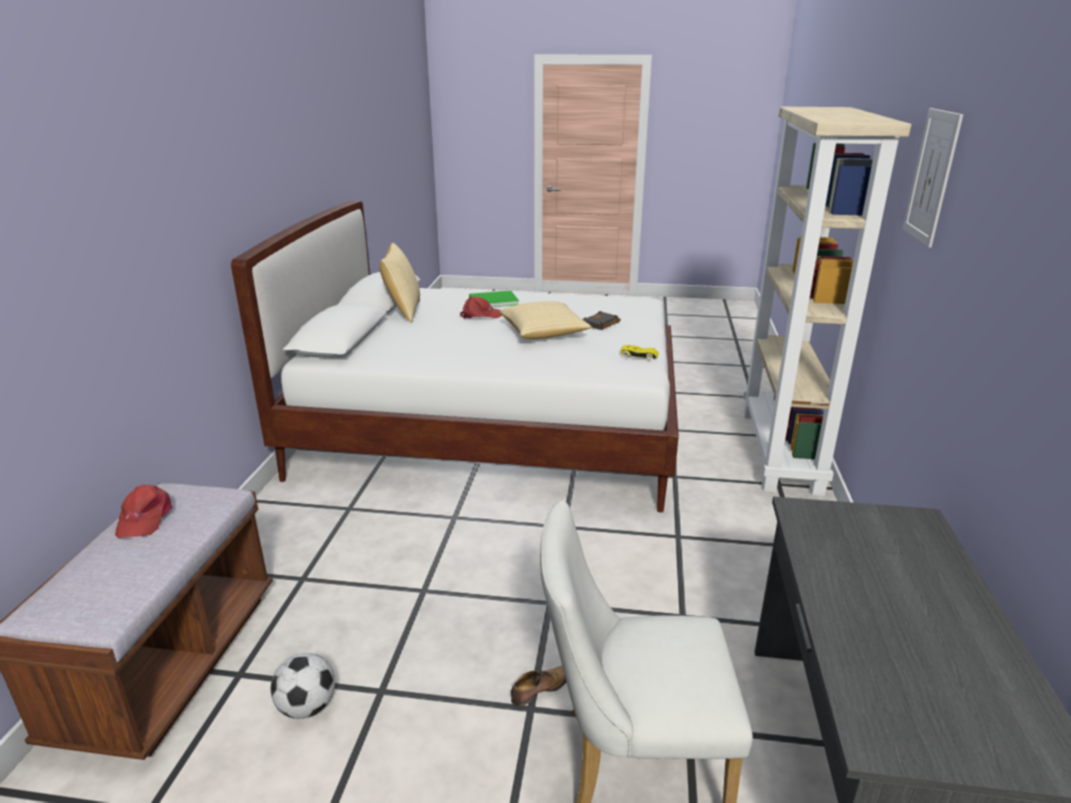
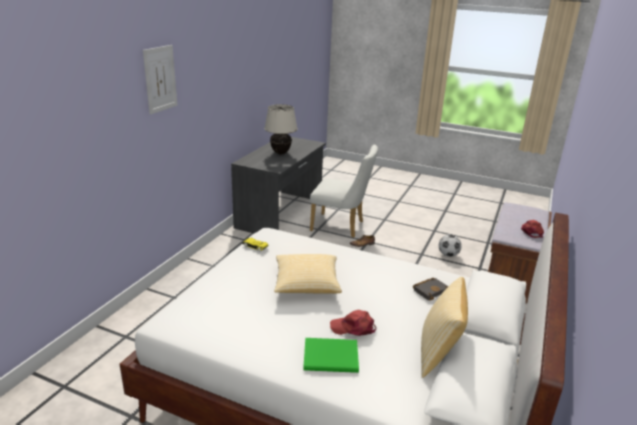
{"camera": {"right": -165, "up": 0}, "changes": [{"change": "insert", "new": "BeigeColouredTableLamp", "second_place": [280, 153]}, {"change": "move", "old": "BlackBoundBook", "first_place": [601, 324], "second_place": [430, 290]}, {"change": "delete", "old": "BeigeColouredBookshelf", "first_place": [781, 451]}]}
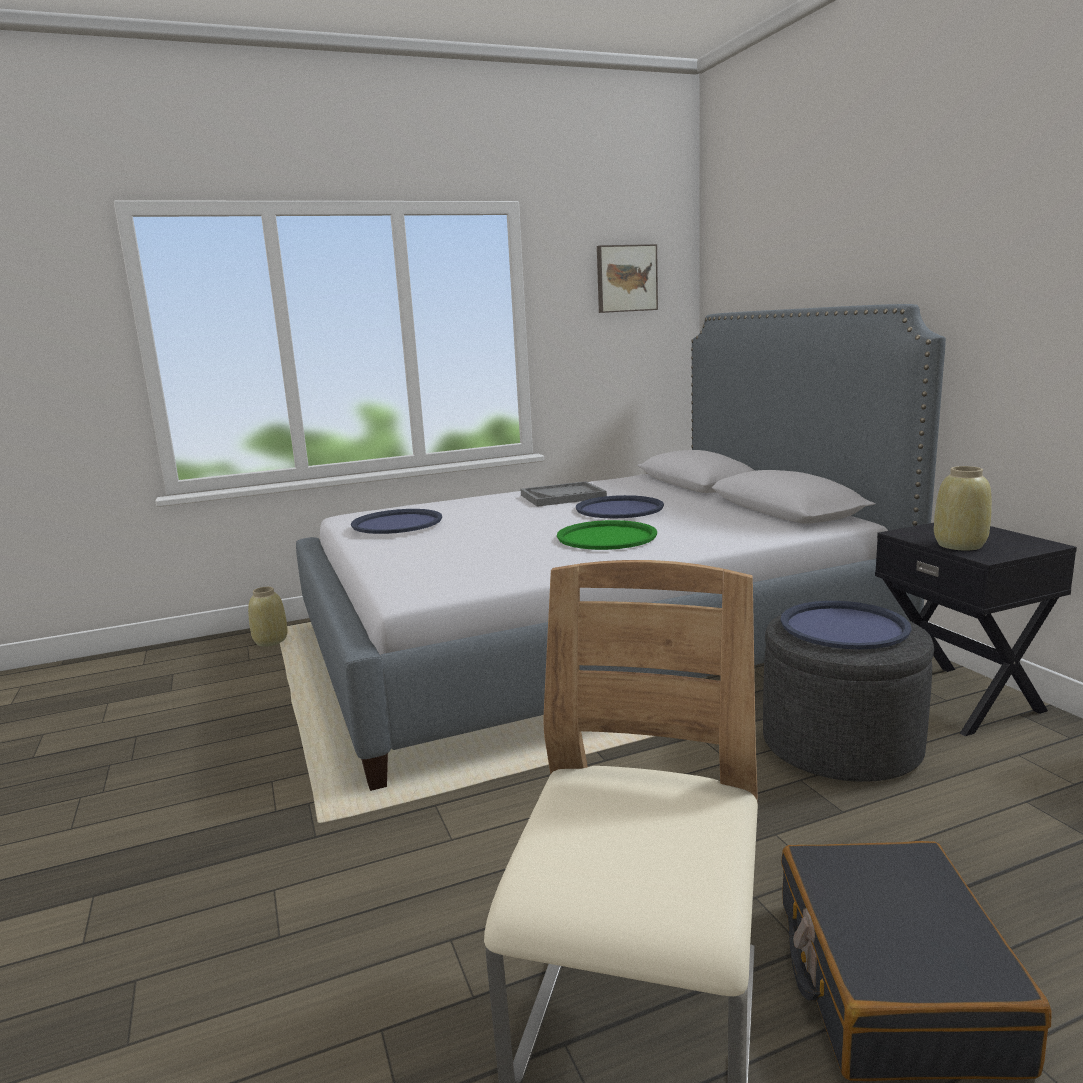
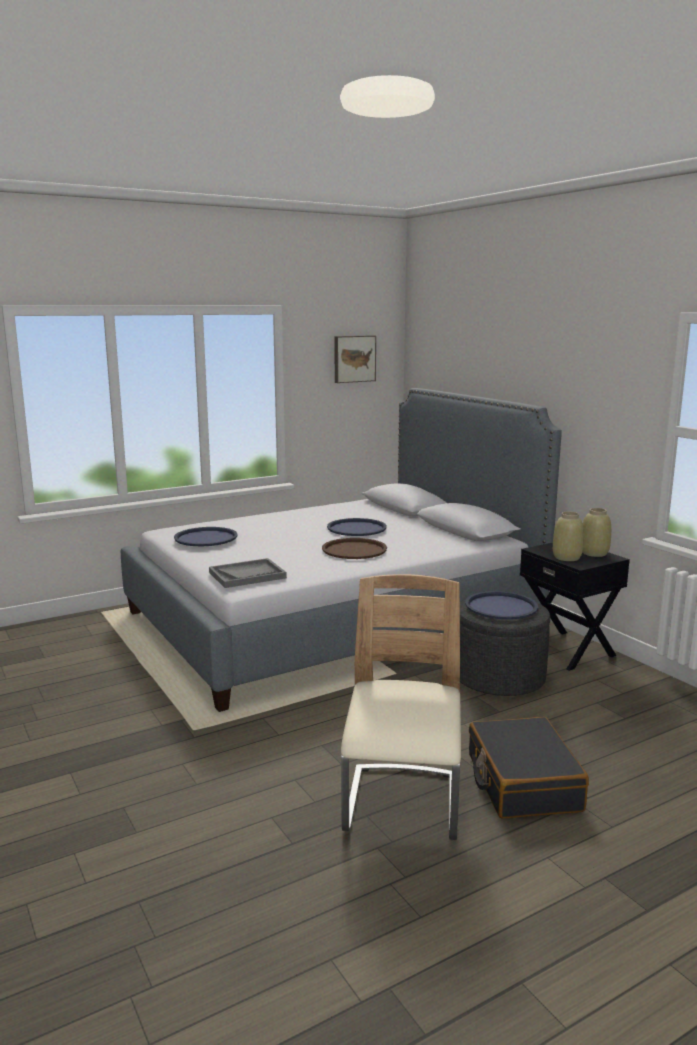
{"camera": {"right": -10, "up": 0}, "changes": [{"change": "move", "old": "GreyTray", "first_place": [563, 496], "second_place": [247, 575]}, {"change": "recolor", "old": "GreenColouredTray", "new": "BrownishTray", "first_place": [607, 537], "second_place": [354, 550]}, {"change": "move", "old": "BeigeColouredDecorativeVase", "first_place": [271, 641], "second_place": [594, 553]}]}
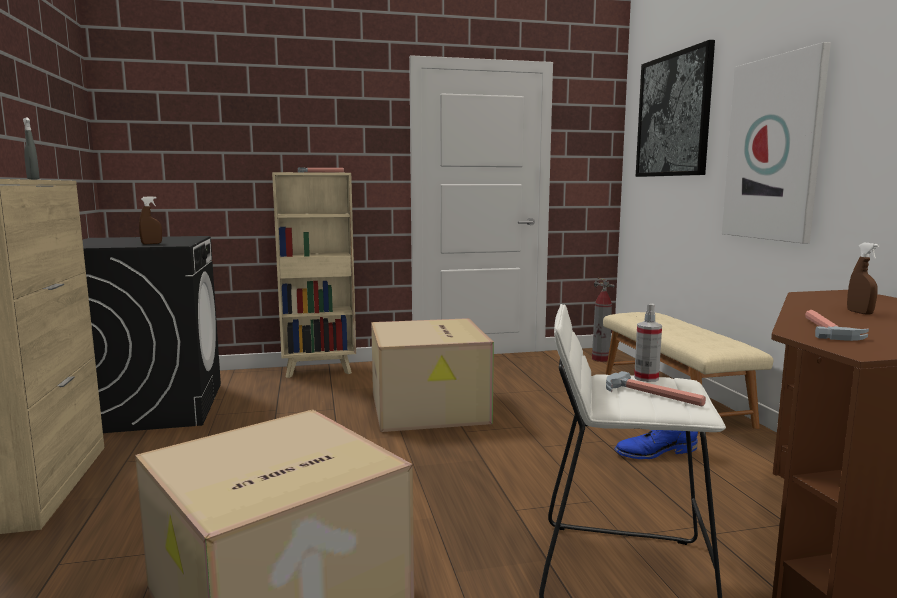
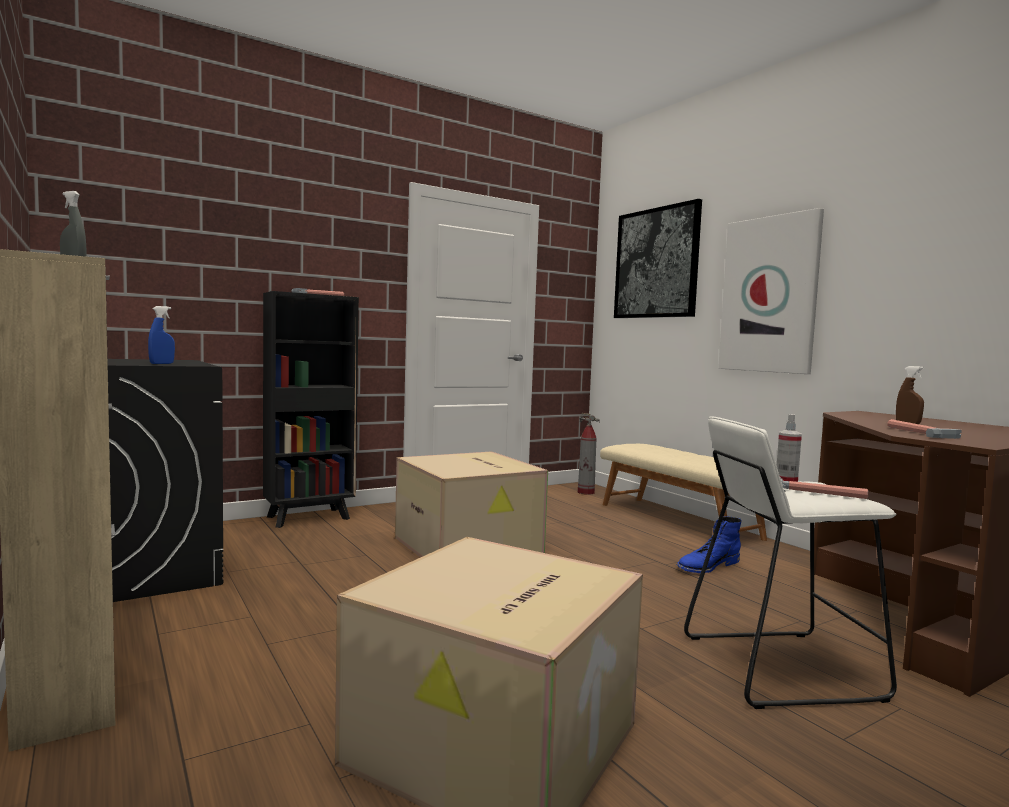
{"camera": {"right": -20, "up": -5}, "changes": [{"change": "recolor", "old": "BrownishSprayBottle", "new": "BlueColouredSprayBottle", "first_place": [151, 244], "second_place": [161, 363]}, {"change": "recolor", "old": "BeigeColouredBookshelf", "new": "BlackBookshelf", "first_place": [320, 370], "second_place": [310, 518]}]}
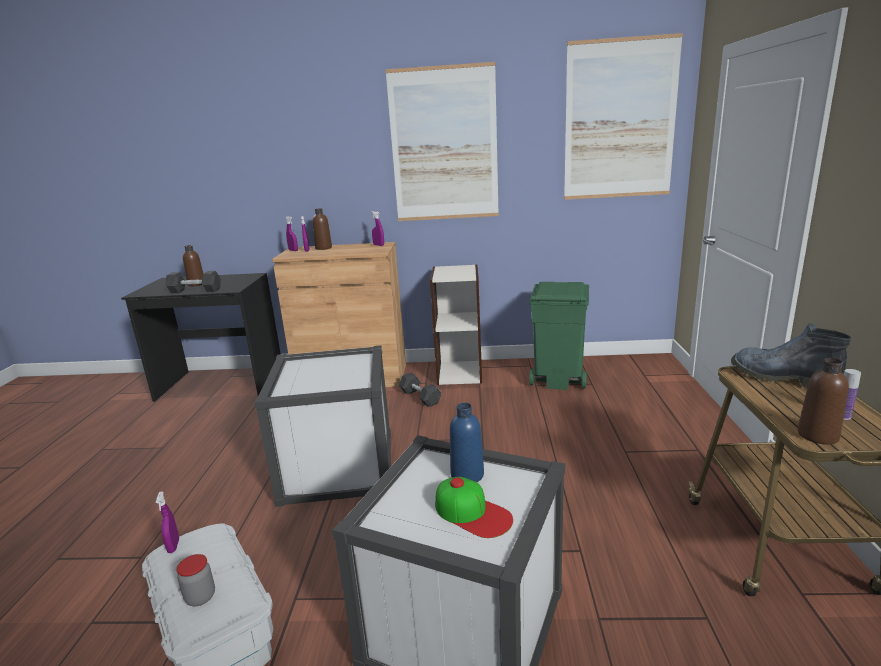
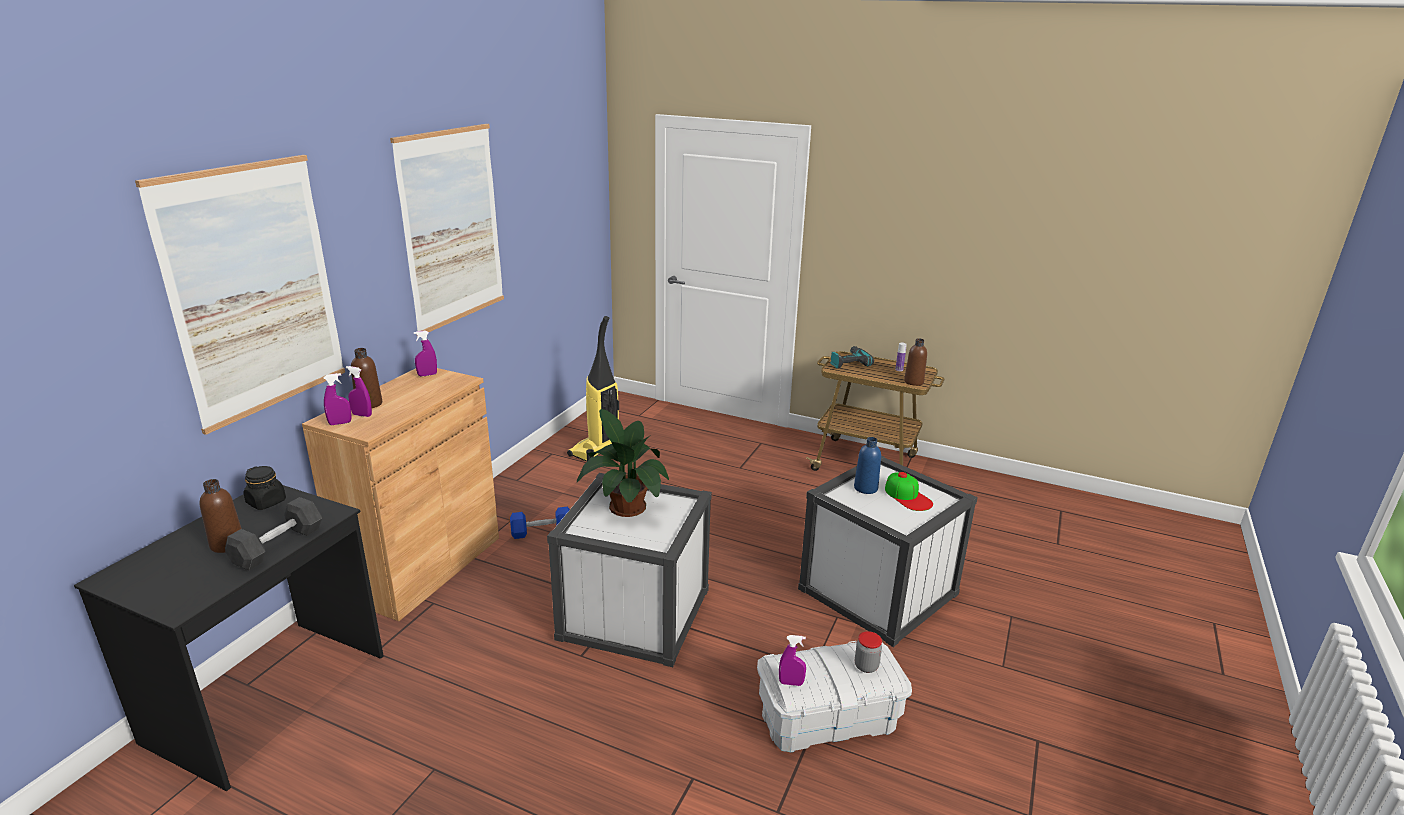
{"camera": {"right": -70, "up": 5}, "changes": [{"change": "move", "old": "Picture", "first_place": [619, 120], "second_place": [254, 290]}, {"change": "insert", "new": "BlackPreserveJar", "second_place": [266, 502]}, {"change": "recolor", "old": "BlackDumbbell", "new": "BlueColouredDumbbell", "first_place": [420, 397], "second_place": [542, 532]}, {"change": "replace", "old": "GreenColouredWasteBin", "new": "VacuumCleaner", "first_place": [558, 378], "second_place": [596, 450]}, {"change": "insert", "new": "Houseplant", "second_place": [625, 505]}, {"change": "replace", "old": "Boot", "new": "Drill", "first_place": [780, 377], "second_place": [848, 362]}, {"change": "rotate", "old": "BaseballCap", "first_place": [472, 513], "second_place": [908, 496], "degrees": 90}, {"change": "delete", "old": "Bookshelf", "first_place": [460, 372]}]}
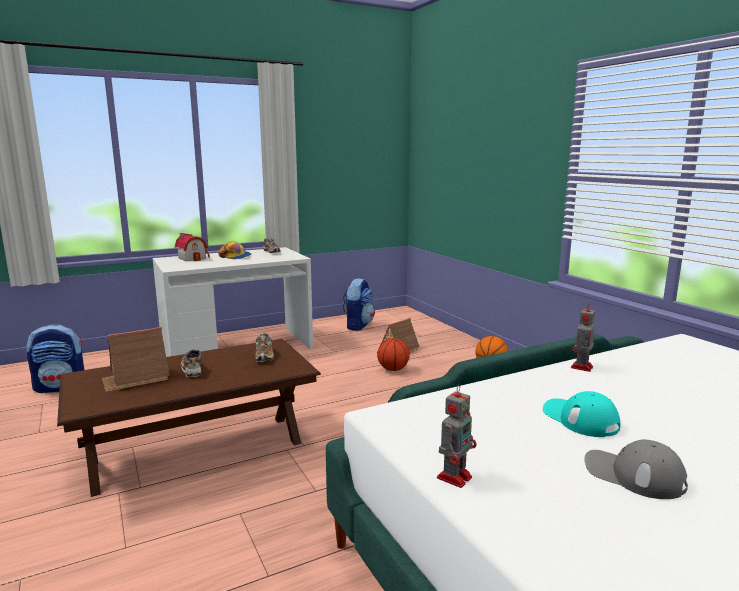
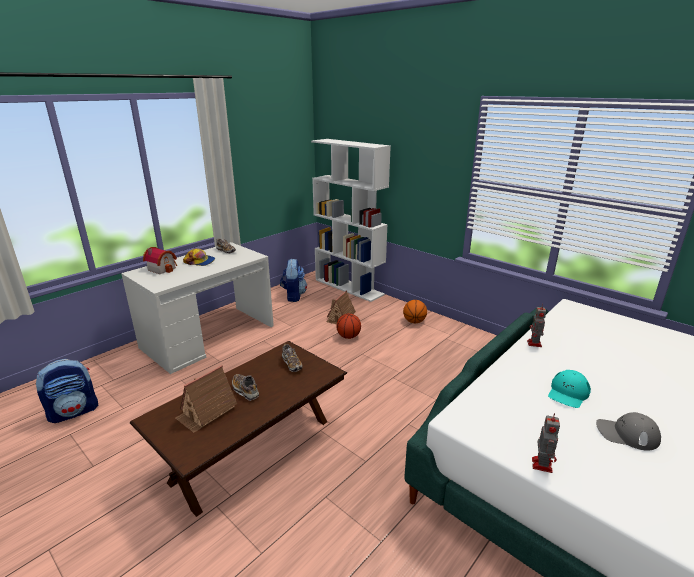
{"camera": {"right": -20, "up": 10}, "changes": [{"change": "insert", "new": "WhiteColouredBookshelf", "second_place": [349, 287]}, {"change": "rotate", "old": "TurquoiseColouredBaseballCap", "first_place": [580, 419], "second_place": [568, 393], "degrees": -90}]}
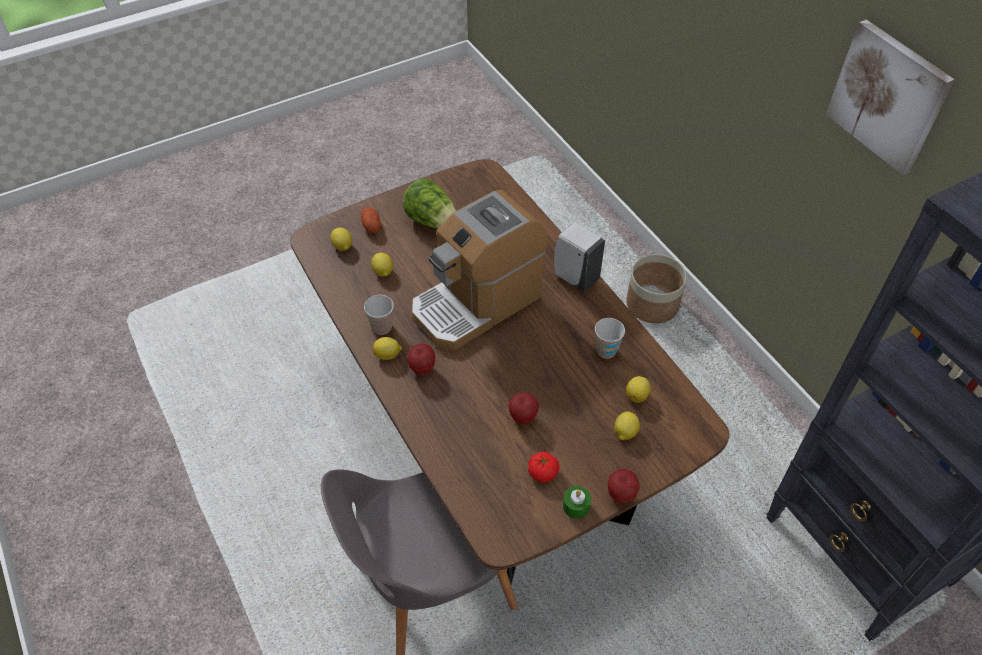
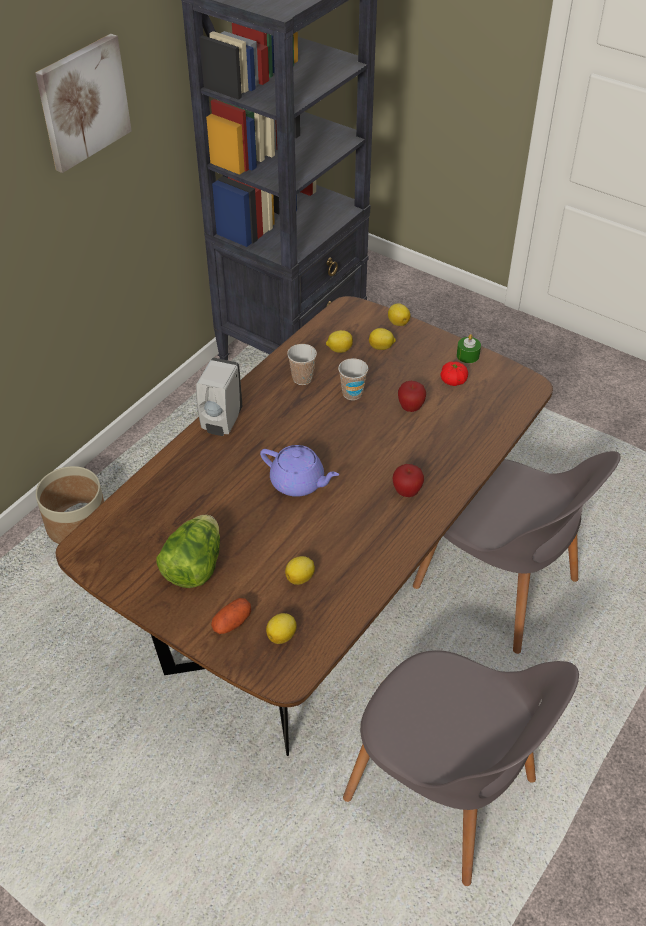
{"camera": {"right": -115, "up": -5}, "changes": [{"change": "replace", "old": "CoffeeBrewer", "new": "PurplishPotForTea", "first_place": [476, 303], "second_place": [298, 483]}, {"change": "move", "old": "Cup", "first_place": [382, 327], "second_place": [352, 393]}, {"change": "insert", "new": "GreyChair", "second_place": [444, 794]}, {"change": "move", "old": "Lemon", "first_place": [388, 355], "second_place": [398, 322]}, {"change": "delete", "old": "WholeApple", "first_place": [621, 495]}]}
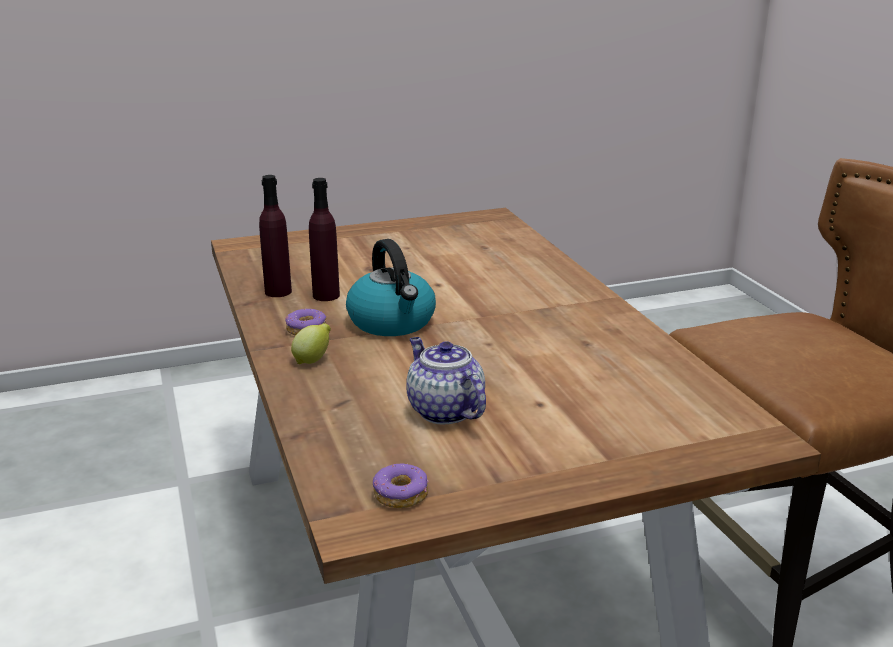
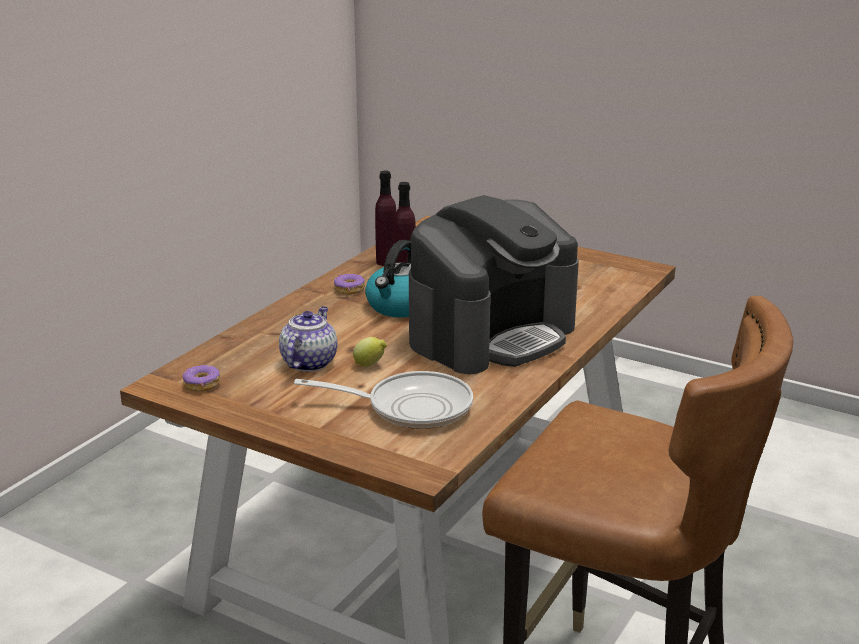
{"camera": {"right": 50, "up": 0}, "changes": [{"change": "insert", "new": "FryingPan", "second_place": [410, 407]}, {"change": "move", "old": "Lemon", "first_place": [313, 360], "second_place": [370, 365]}, {"change": "insert", "new": "CoffeeBrewer", "second_place": [492, 335]}]}
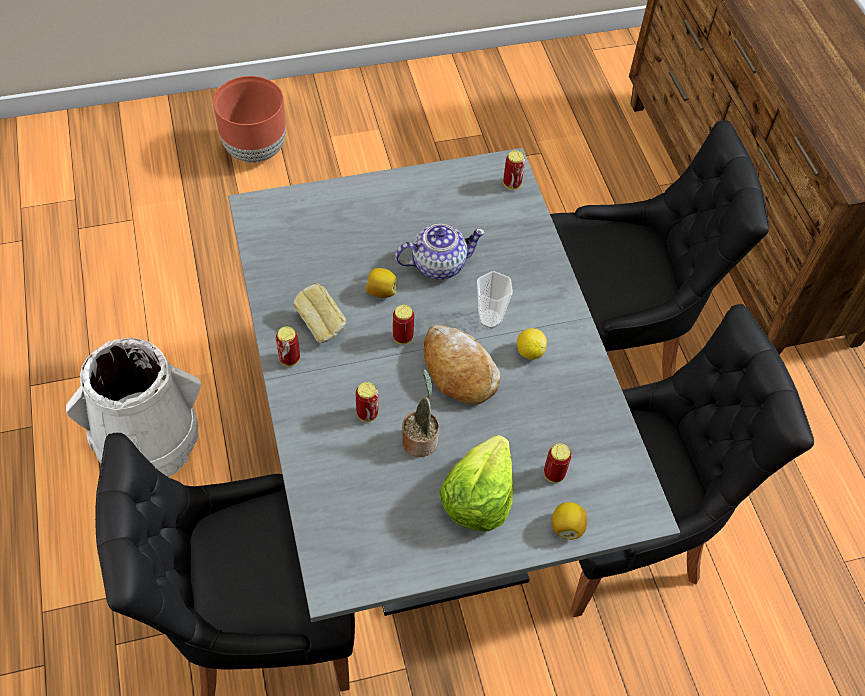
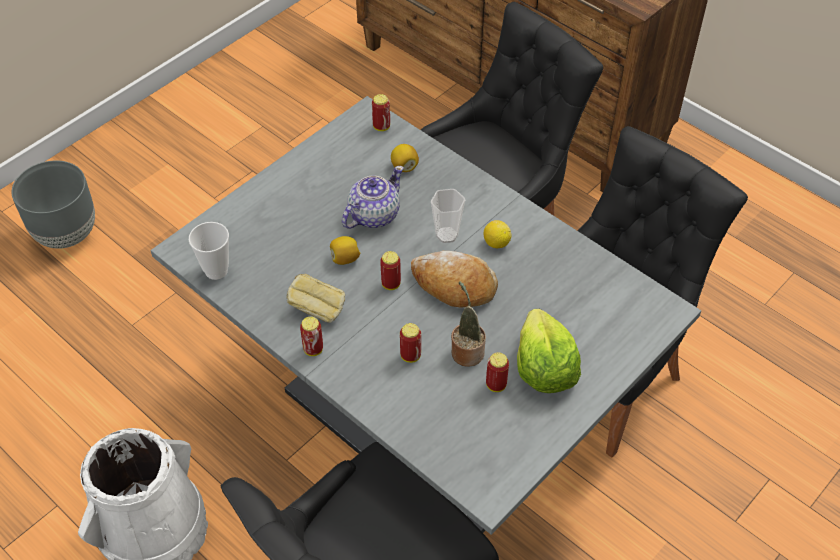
{"camera": {"right": -30, "up": -5}, "changes": [{"change": "recolor", "old": "BrownishPlantPot", "new": "GreyPlantPot", "first_place": [254, 149], "second_place": [65, 234]}, {"change": "insert", "new": "Cup", "second_place": [216, 270]}, {"change": "move", "old": "Lemon", "first_place": [566, 527], "second_place": [404, 167]}, {"change": "move", "old": "MetalCan", "first_place": [554, 474], "second_place": [496, 385]}]}
